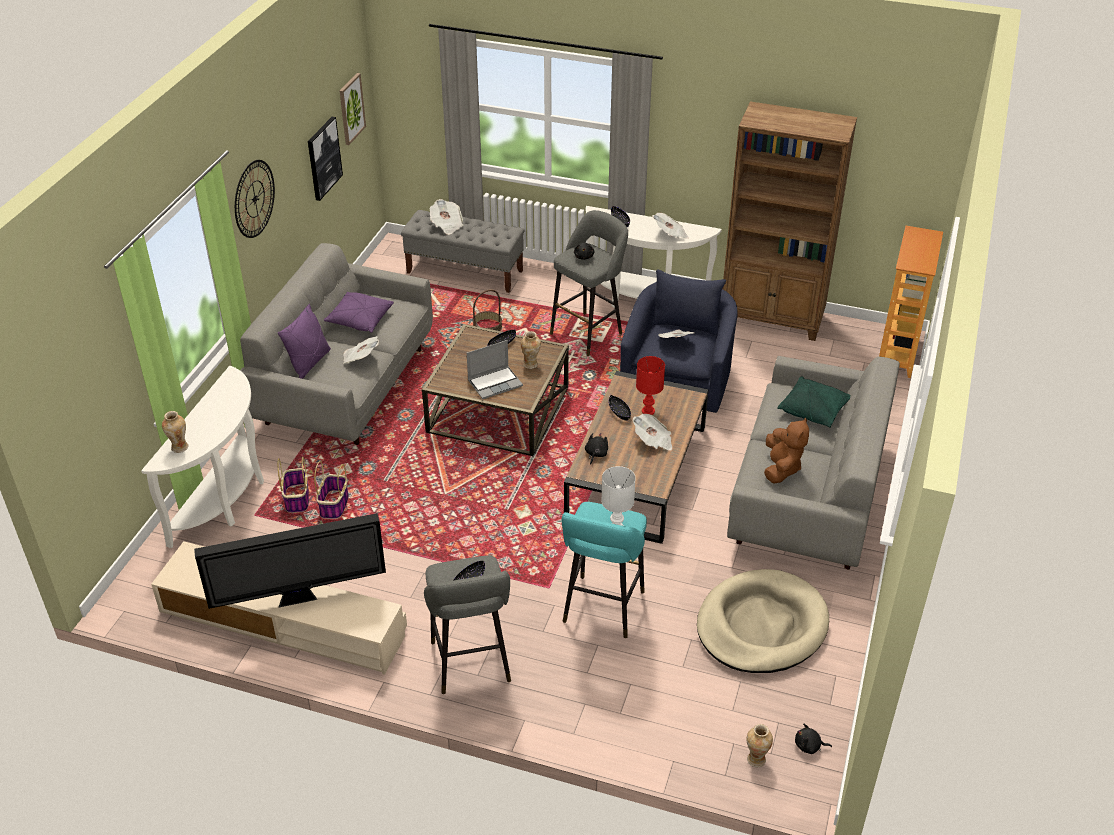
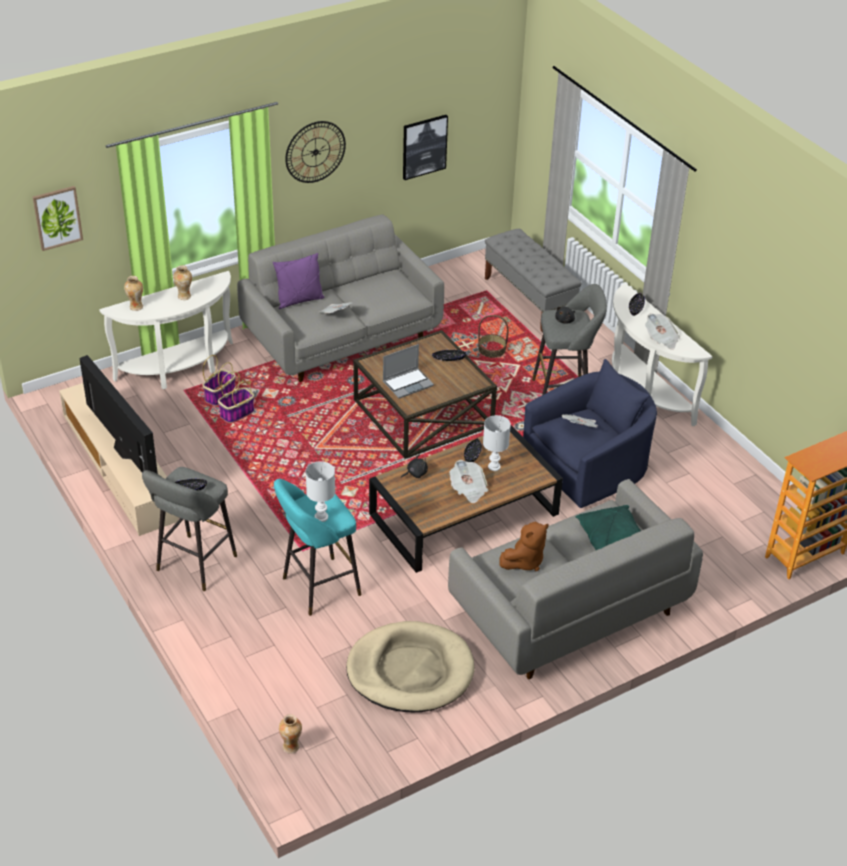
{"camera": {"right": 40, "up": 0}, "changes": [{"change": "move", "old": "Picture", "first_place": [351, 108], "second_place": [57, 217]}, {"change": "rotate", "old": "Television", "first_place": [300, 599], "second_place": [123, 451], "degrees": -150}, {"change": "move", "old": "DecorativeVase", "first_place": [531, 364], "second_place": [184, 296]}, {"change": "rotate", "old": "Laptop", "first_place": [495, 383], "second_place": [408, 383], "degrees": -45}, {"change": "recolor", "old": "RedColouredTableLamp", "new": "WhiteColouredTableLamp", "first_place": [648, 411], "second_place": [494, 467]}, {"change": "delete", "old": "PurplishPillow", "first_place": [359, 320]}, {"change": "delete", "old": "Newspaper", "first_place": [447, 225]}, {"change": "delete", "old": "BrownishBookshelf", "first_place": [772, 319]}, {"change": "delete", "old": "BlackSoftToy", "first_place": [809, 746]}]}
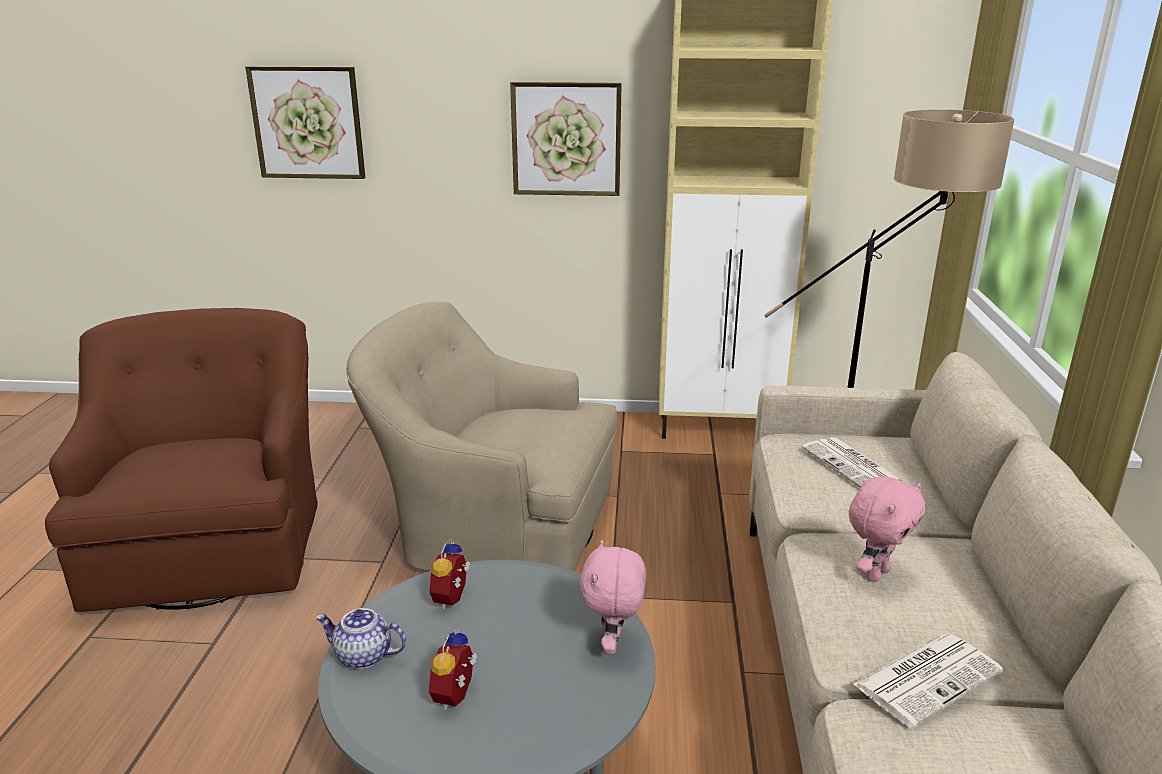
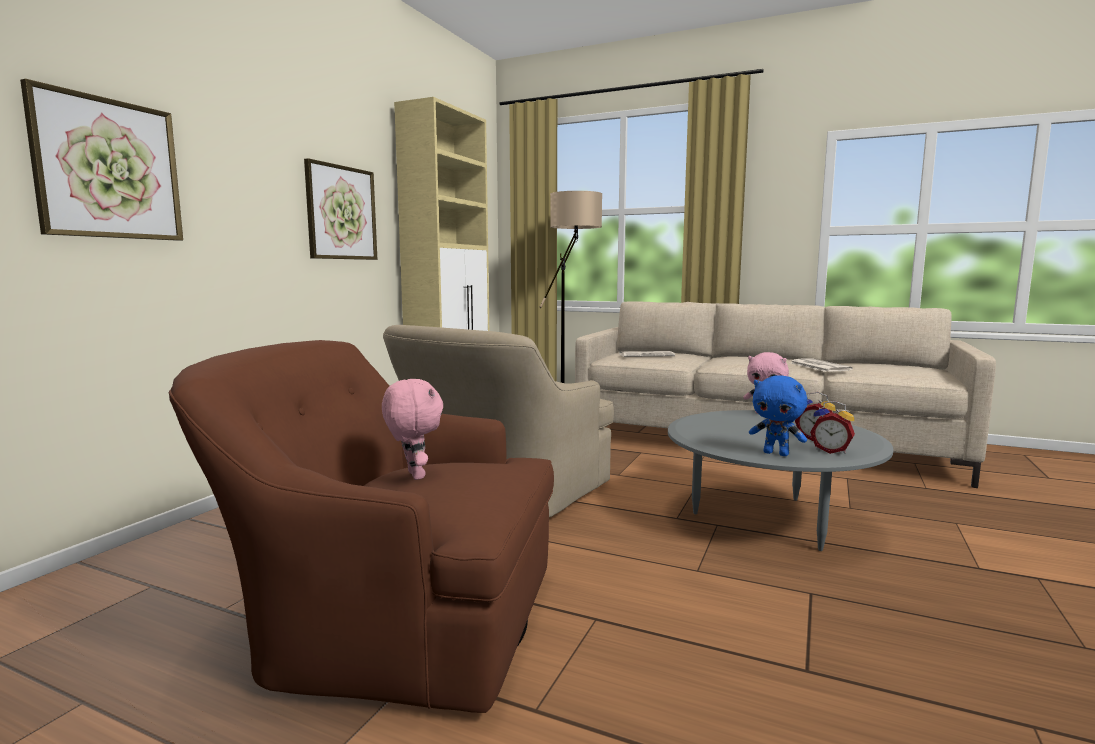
{"camera": {"right": -70, "up": -15}, "changes": [{"change": "move", "old": "PinkishSoftToy", "first_place": [875, 573], "second_place": [413, 475]}, {"change": "replace", "old": "PotForTea", "new": "BlueColouredSoftToy", "first_place": [363, 656], "second_place": [776, 453]}, {"change": "move", "old": "BedsideClock", "first_place": [453, 599], "second_place": [831, 451]}]}
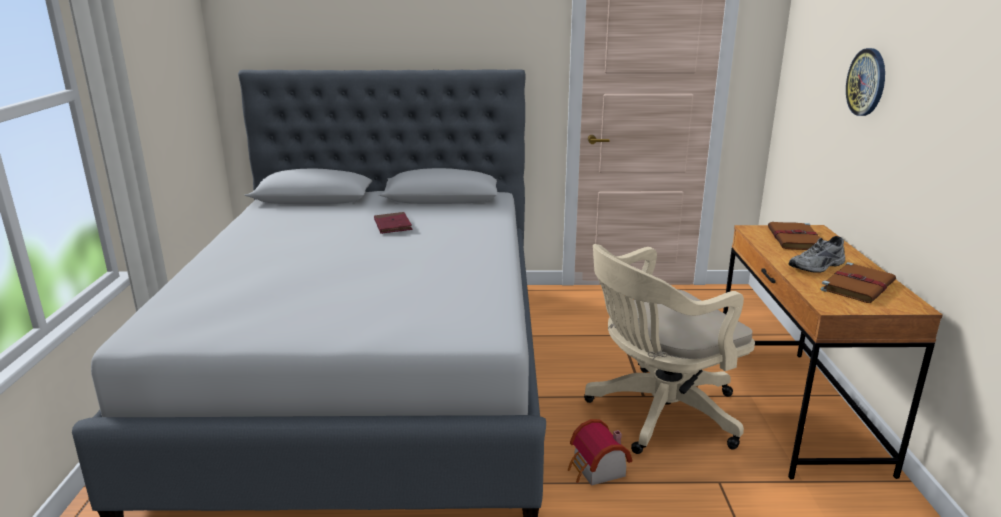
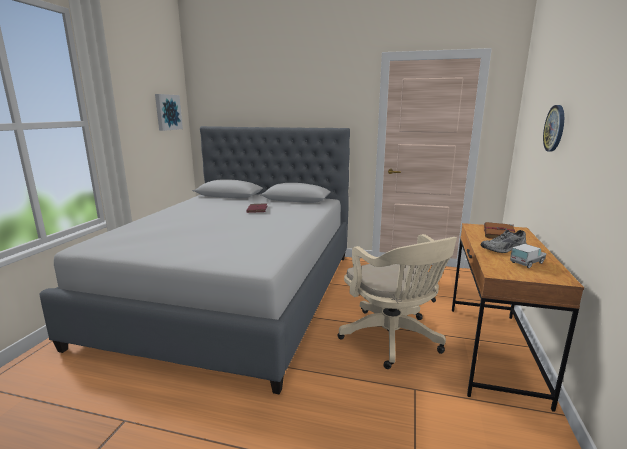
{"camera": {"right": 15, "up": -5}, "changes": [{"change": "insert", "new": "Picture", "second_place": [167, 112]}, {"change": "rotate", "old": "BeigeColouredComputerChair", "first_place": [657, 414], "second_place": [393, 339], "degrees": -105}, {"change": "replace", "old": "BrownishBoundBook", "new": "ModelTruck", "first_place": [858, 285], "second_place": [527, 263]}, {"change": "delete", "old": "ModelHouse", "first_place": [596, 470]}]}
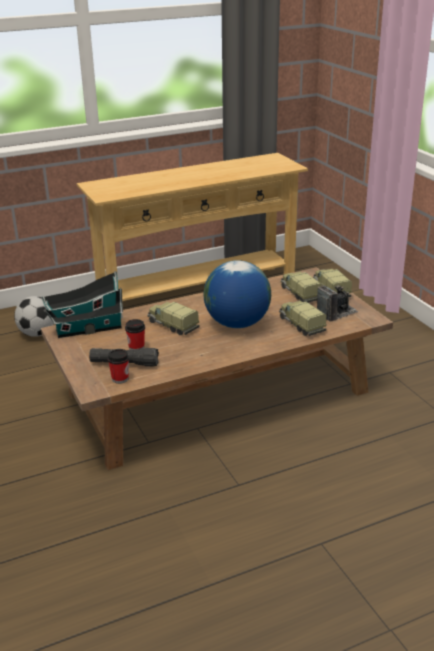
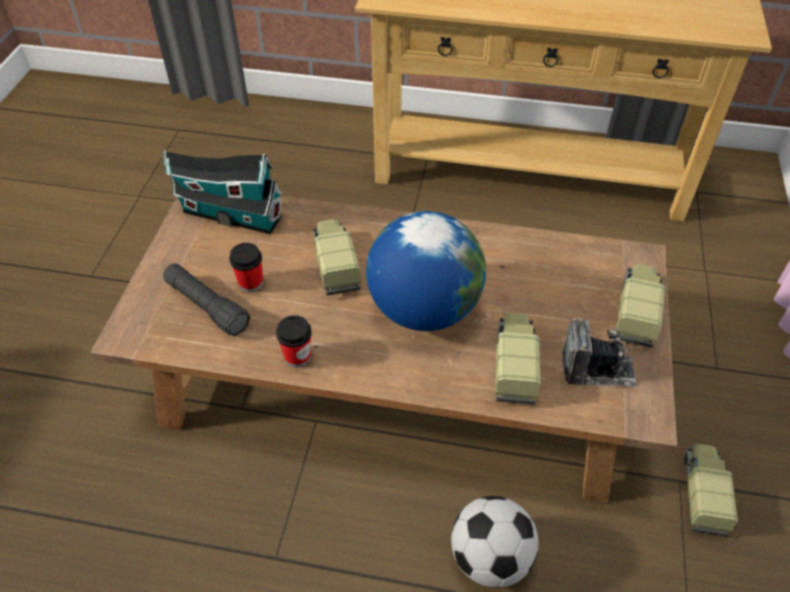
{"camera": {"right": 35, "up": 20}, "changes": [{"change": "move", "old": "Cup", "first_place": [120, 379], "second_place": [297, 356]}, {"change": "move", "old": "BallForFootball", "first_place": [38, 333], "second_place": [491, 558]}, {"change": "move", "old": "ModelTruck", "first_place": [299, 294], "second_place": [702, 493]}]}
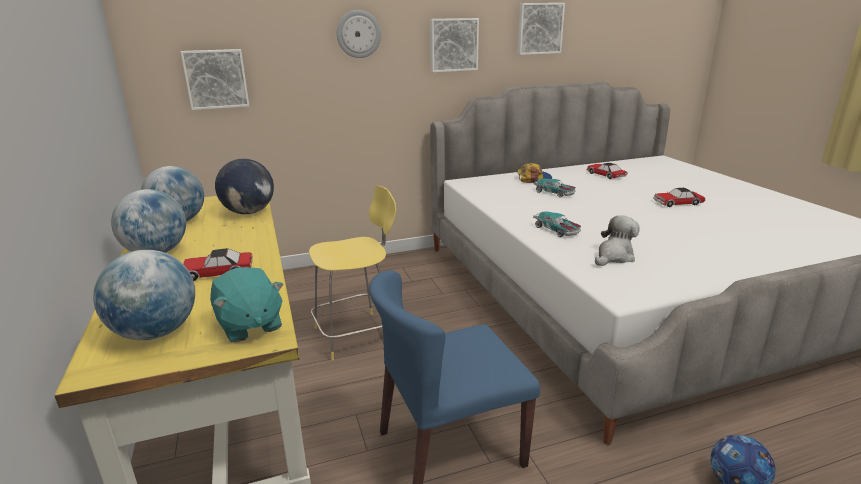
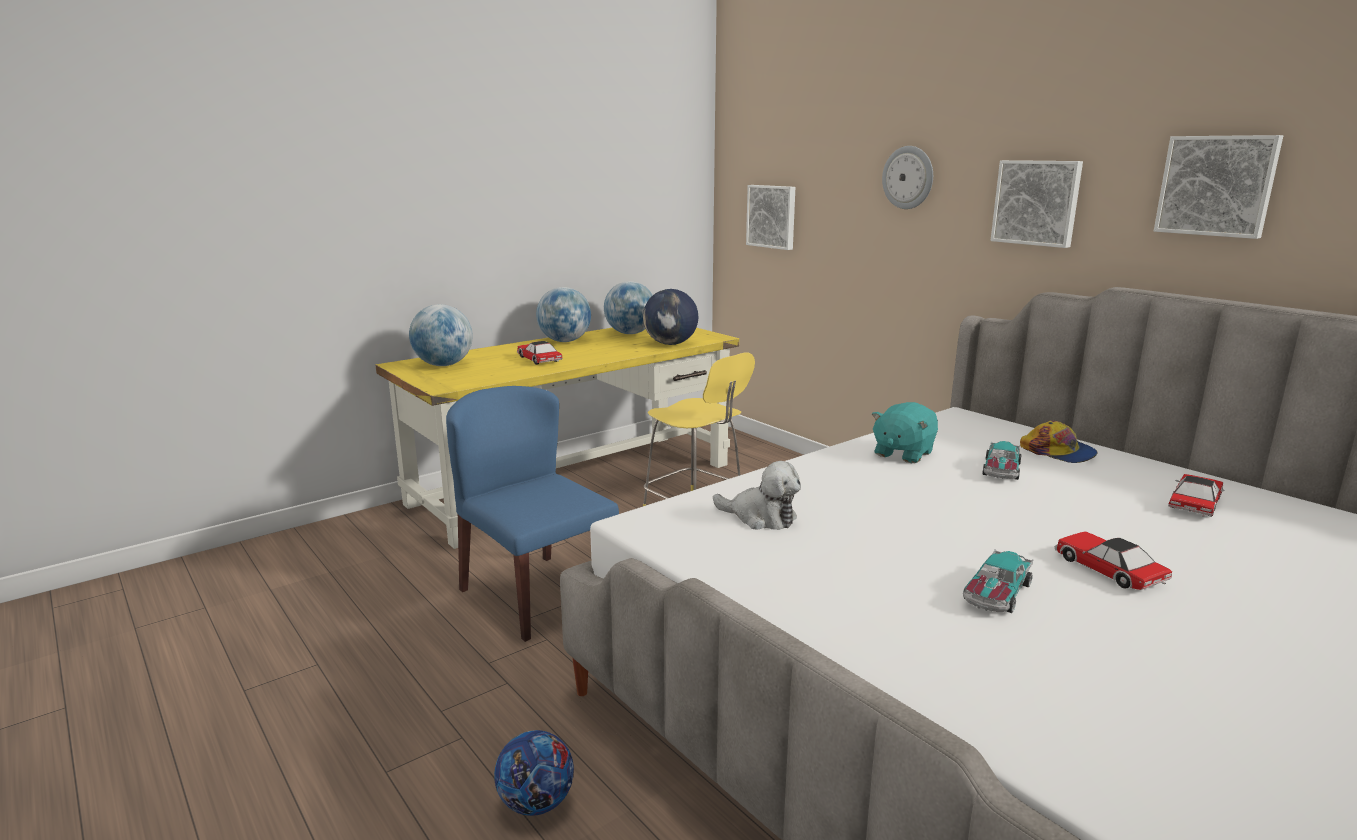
{"camera": {"right": 70, "up": -5}, "changes": [{"change": "move", "old": "TurquoiseColouredSoftToy", "first_place": [249, 325], "second_place": [902, 453]}, {"change": "move", "old": "MiniatureCar", "first_place": [557, 230], "second_place": [996, 593]}]}
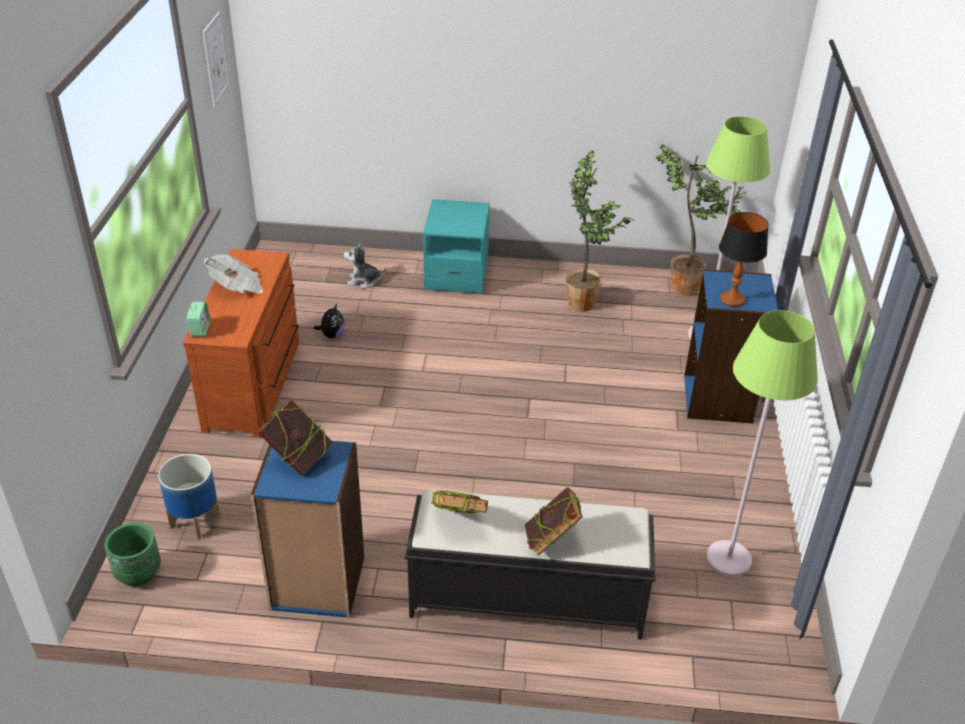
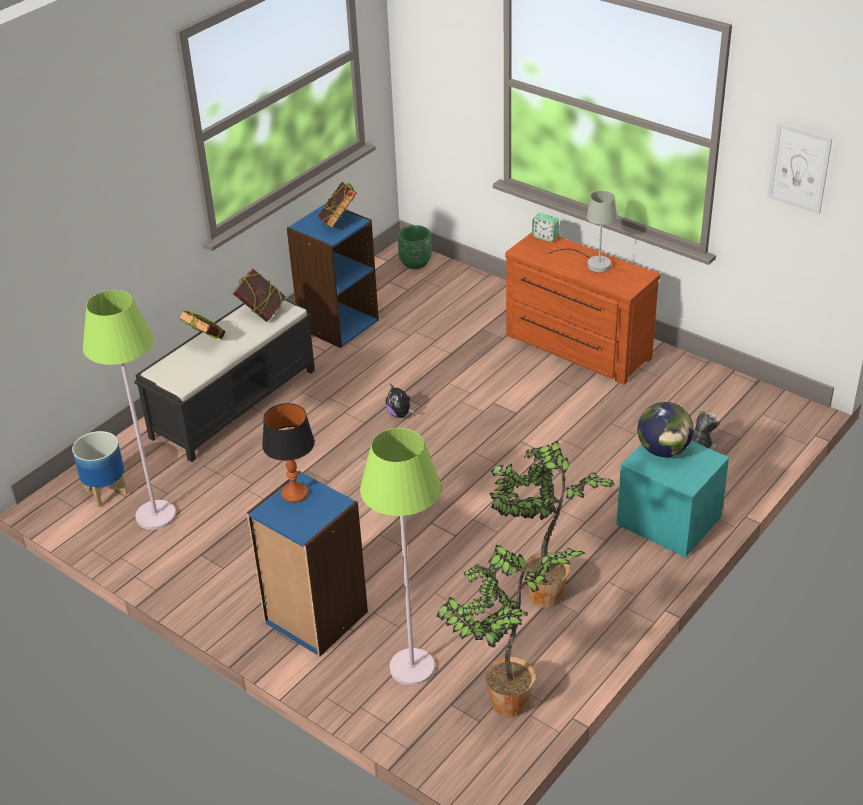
{"camera": {"right": 125, "up": 0}, "changes": [{"change": "move", "old": "PlantPot", "first_place": [195, 522], "second_place": [106, 492]}, {"change": "move", "old": "SoftToy", "first_place": [332, 335], "second_place": [400, 414]}, {"change": "replace", "old": "Newspaper", "new": "GreyTableLamp", "first_place": [237, 287], "second_place": [592, 263]}, {"change": "insert", "new": "DeskGlobe", "second_place": [663, 450]}]}
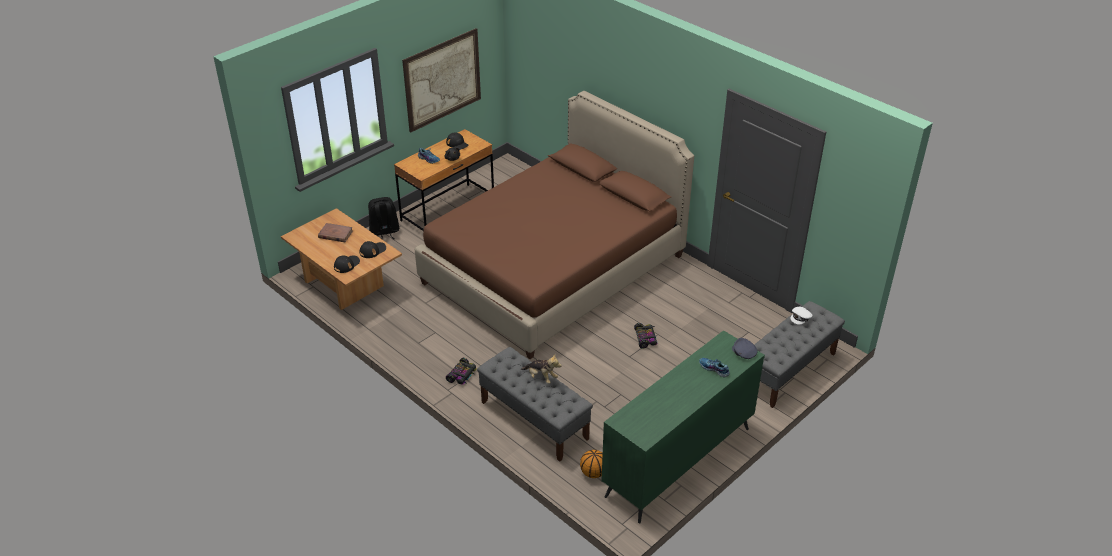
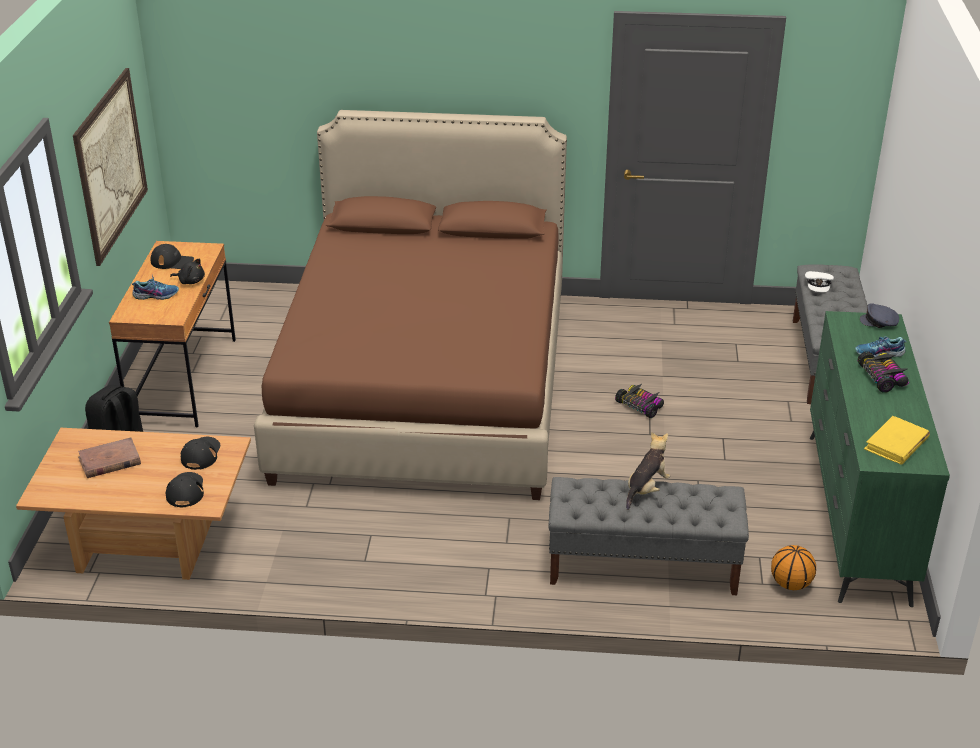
{"camera": {"right": -40, "up": -5}, "changes": [{"change": "rotate", "old": "SoftToy", "first_place": [541, 377], "second_place": [646, 489], "degrees": -45}, {"change": "move", "old": "MiniatureCar", "first_place": [462, 375], "second_place": [883, 377]}, {"change": "insert", "new": "YellowishBoundBook", "second_place": [896, 444]}]}
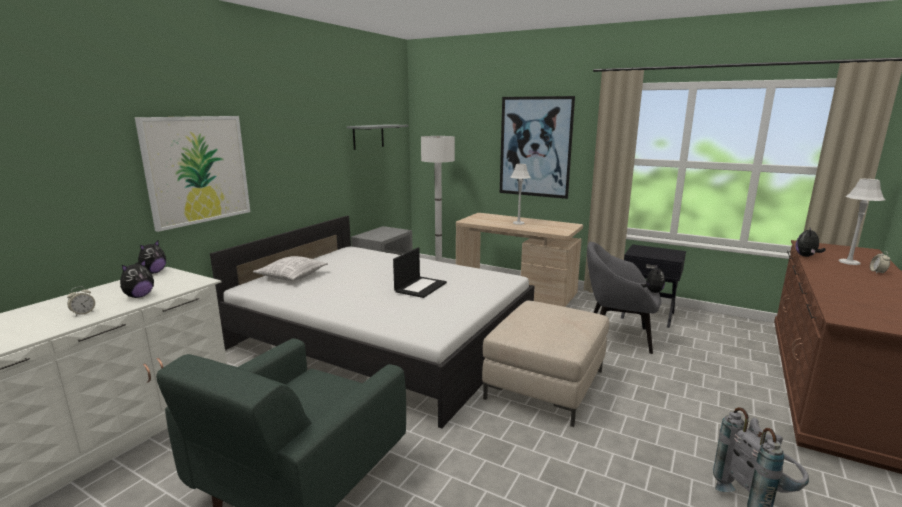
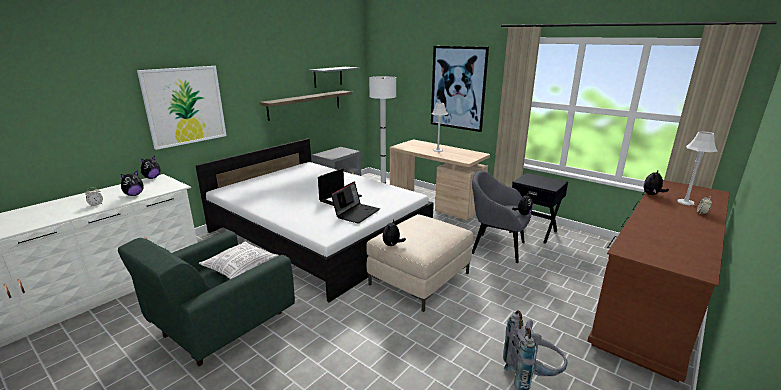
{"camera": {"right": 10, "up": 5}, "changes": [{"change": "move", "old": "Pillow", "first_place": [292, 276], "second_place": [241, 268]}, {"change": "insert", "new": "BracketShelf", "second_place": [305, 104]}, {"change": "insert", "new": "Laptop", "second_place": [356, 213]}, {"change": "insert", "new": "SoftToy", "second_place": [392, 245]}]}
